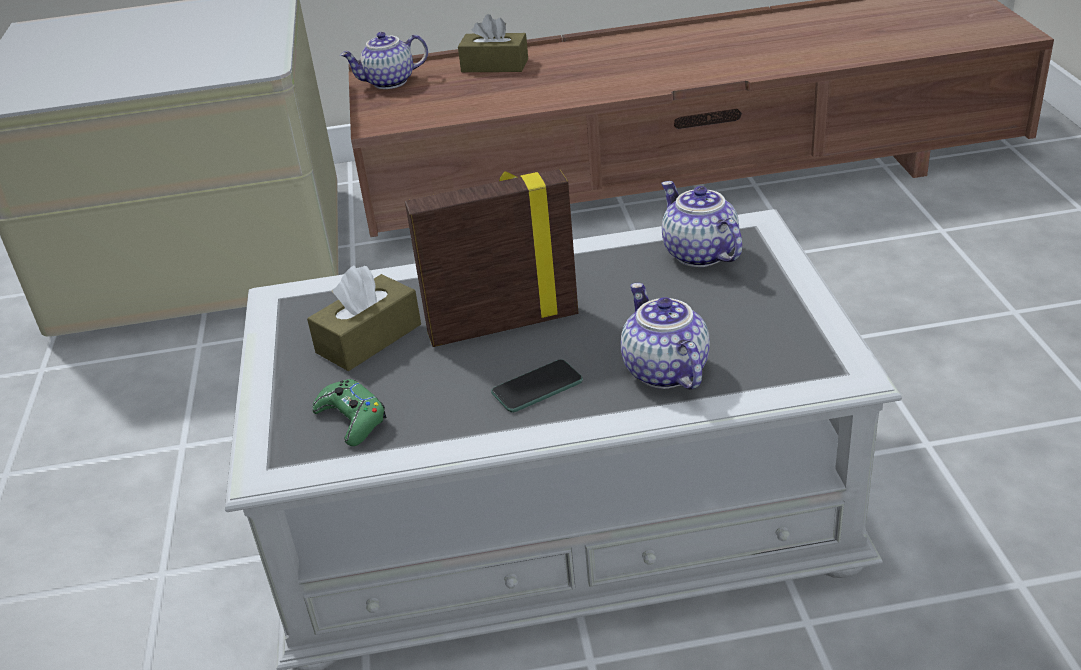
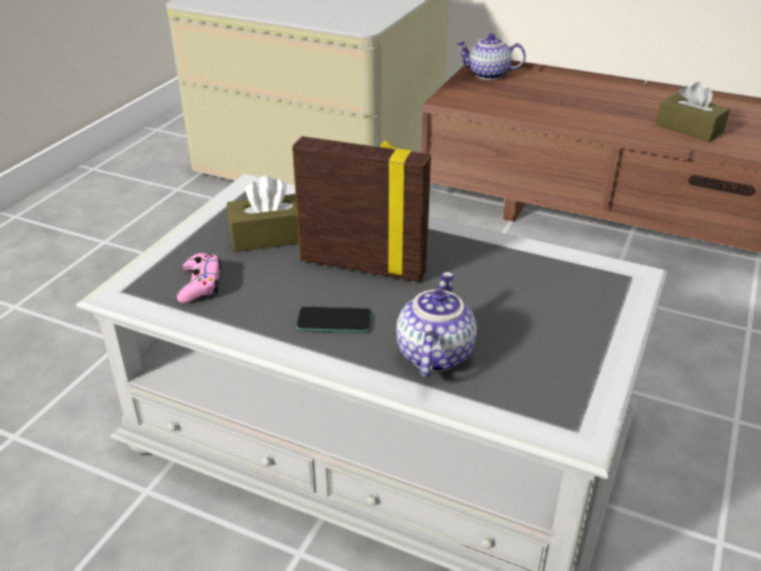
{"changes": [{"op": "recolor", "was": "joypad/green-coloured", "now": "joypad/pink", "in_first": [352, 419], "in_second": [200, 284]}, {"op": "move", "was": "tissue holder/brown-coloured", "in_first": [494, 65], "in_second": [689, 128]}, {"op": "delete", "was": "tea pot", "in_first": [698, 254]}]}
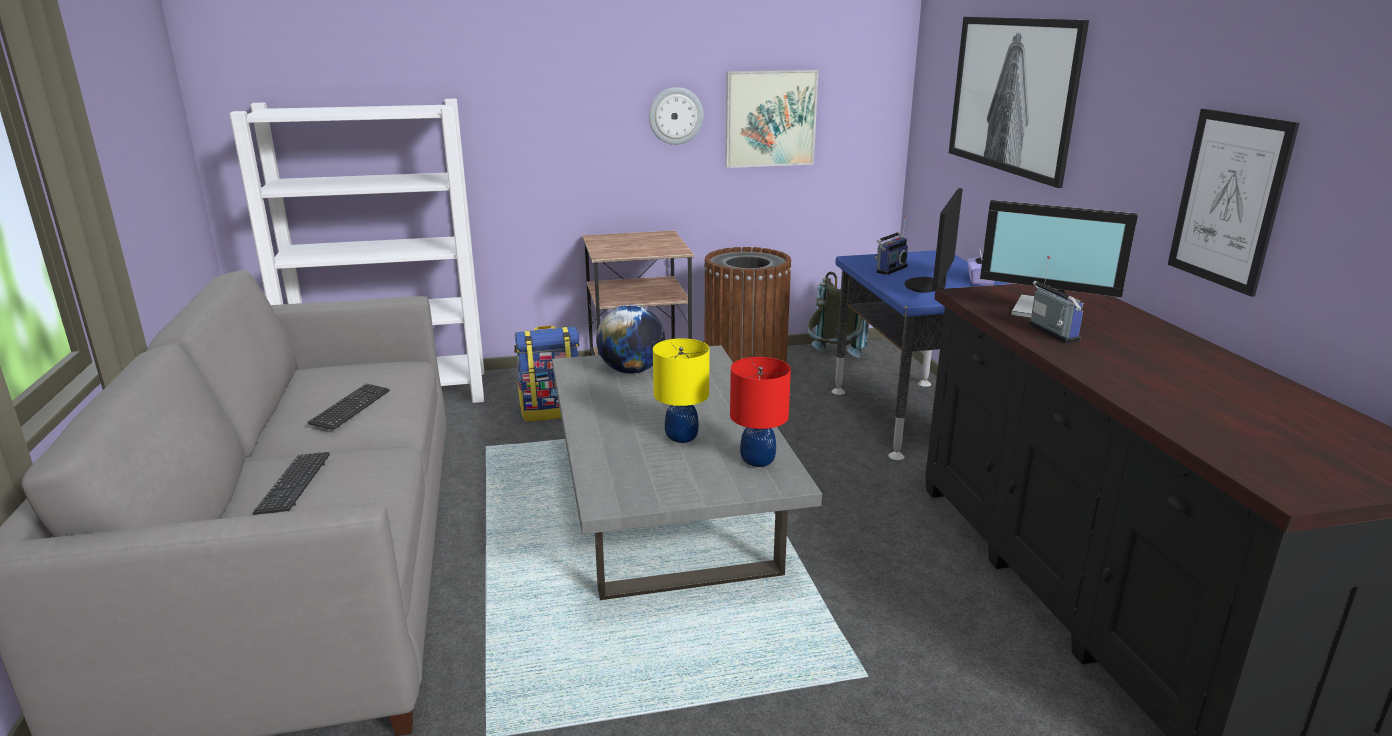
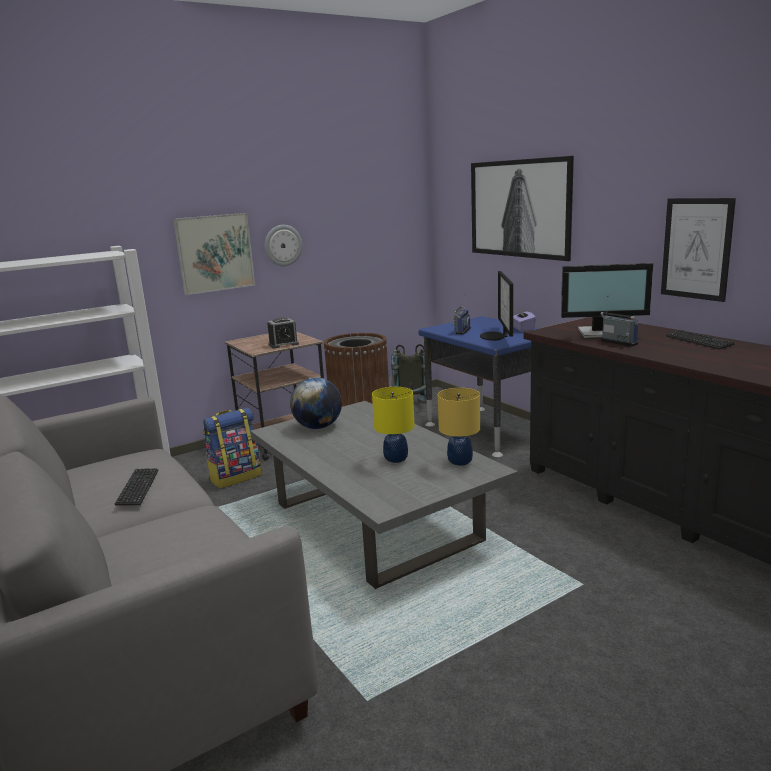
{"changes": [{"op": "move", "was": "wall picture", "in_first": [770, 119], "in_second": [215, 253]}, {"op": "insert", "now": "bedside clock", "in_second": [283, 344]}, {"op": "recolor", "was": "lamp for a table/red", "now": "lamp for a table/yellowish", "in_first": [758, 462], "in_second": [461, 463]}, {"op": "move", "was": "PC keyboard", "in_first": [294, 484], "in_second": [698, 341]}]}
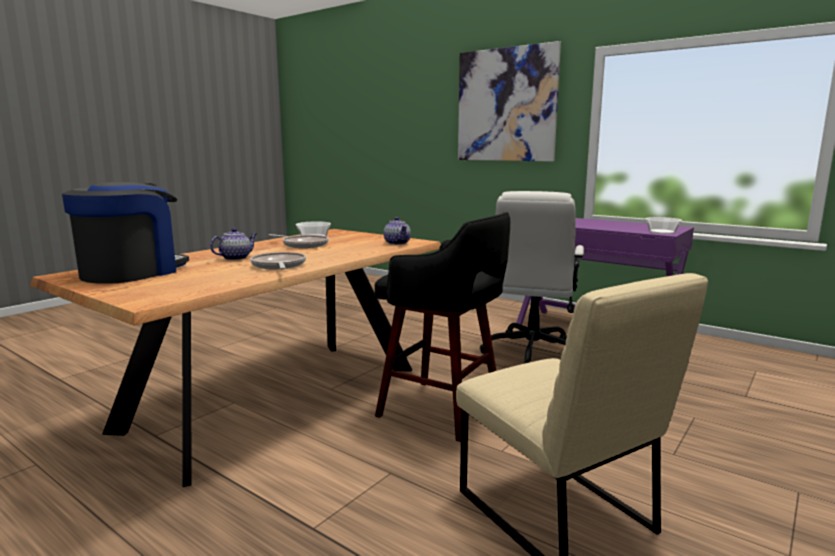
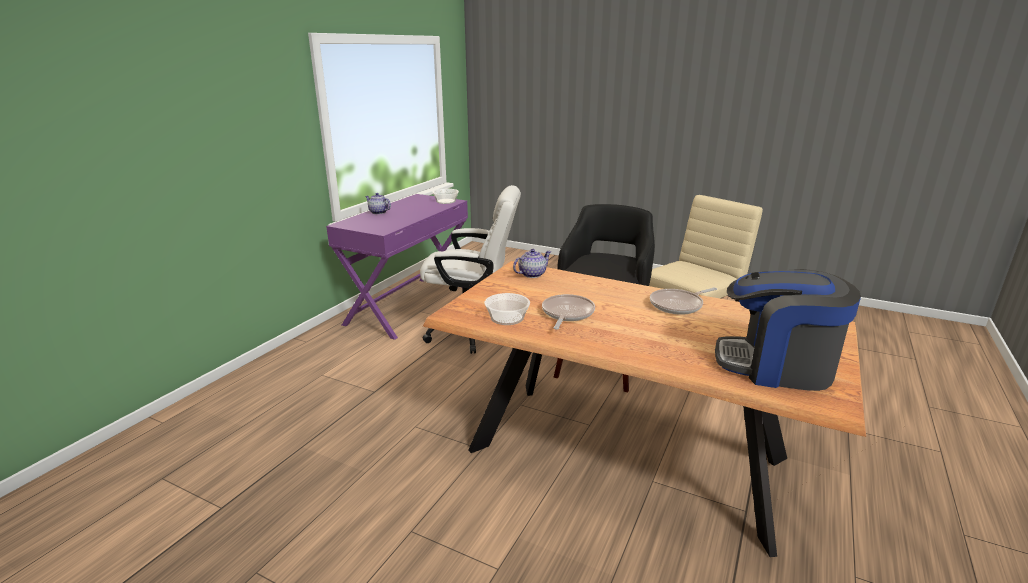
{"changes": [{"op": "move", "was": "tea pot", "in_first": [236, 258], "in_second": [378, 212]}, {"op": "delete", "was": "wall picture", "in_first": [506, 105]}]}
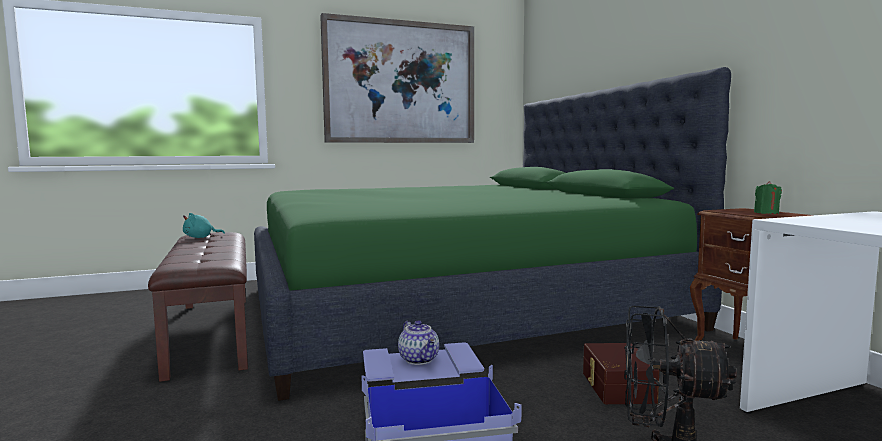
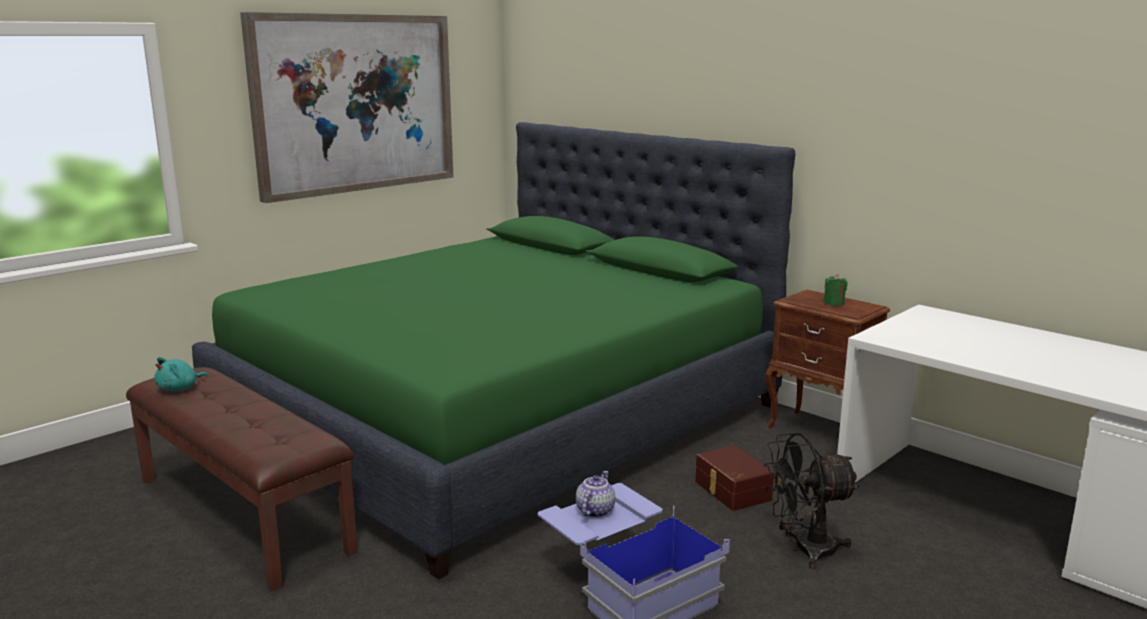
{"changes": [{"op": "rotate", "was": "tea pot", "in_first": [420, 359], "in_second": [594, 510], "clockwise": -105}]}
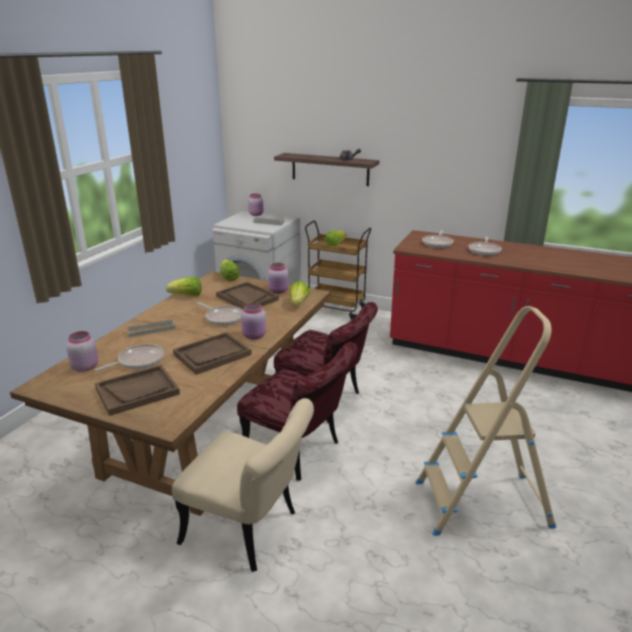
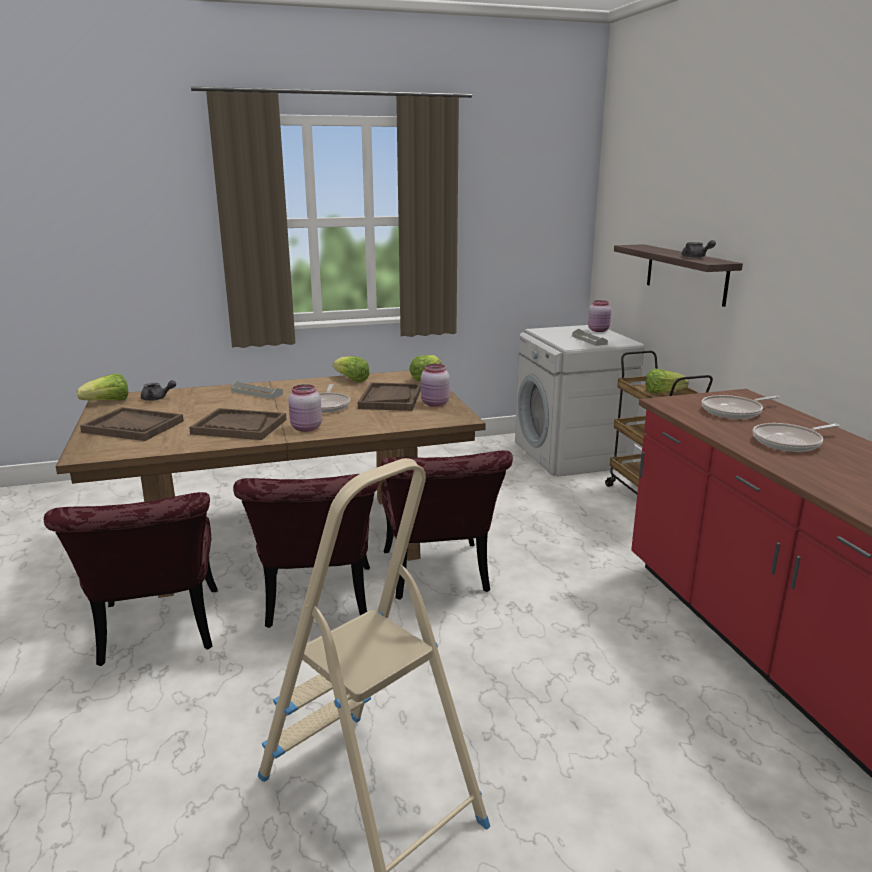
{"changes": [{"op": "recolor", "was": "chair/beige-coloured", "now": "chair/red", "in_first": [250, 530], "in_second": [158, 635]}, {"op": "move", "was": "lettuce head", "in_first": [299, 303], "in_second": [108, 402]}, {"op": "replace", "was": "preserve jar/pink", "now": "tea pot/gray", "in_first": [85, 367], "in_second": [157, 398]}, {"op": "delete", "was": "frying pan", "in_first": [138, 361]}]}
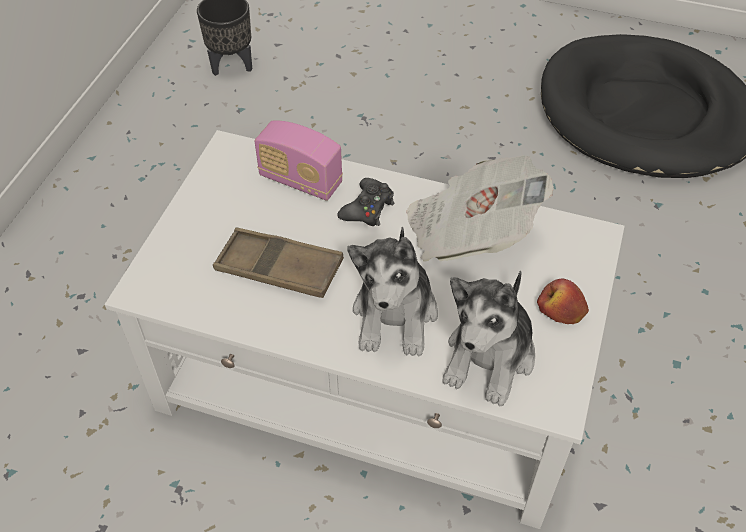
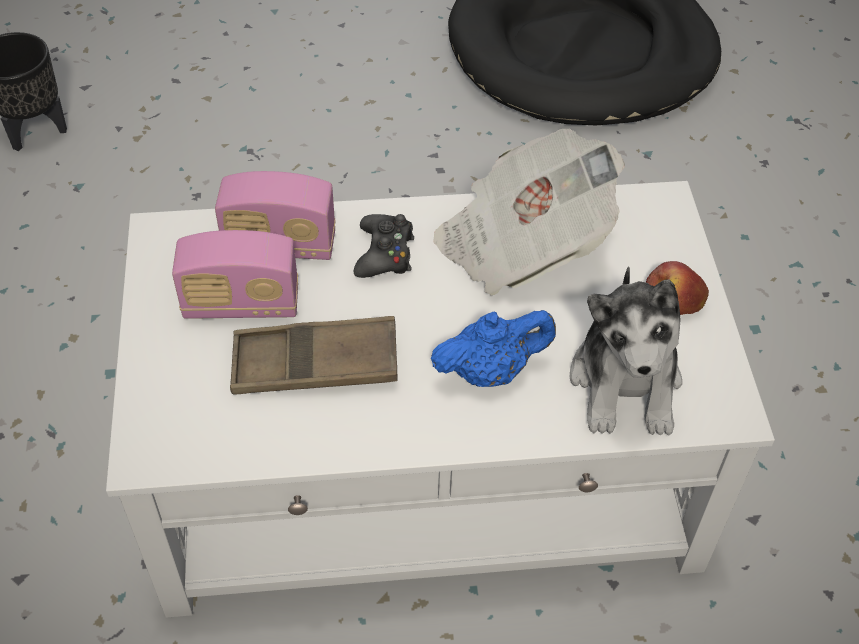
{"changes": [{"op": "insert", "now": "radio receiver", "in_second": [241, 304]}, {"op": "replace", "was": "plush toy", "now": "tea pot/blue-coloured", "in_first": [395, 314], "in_second": [490, 371]}]}
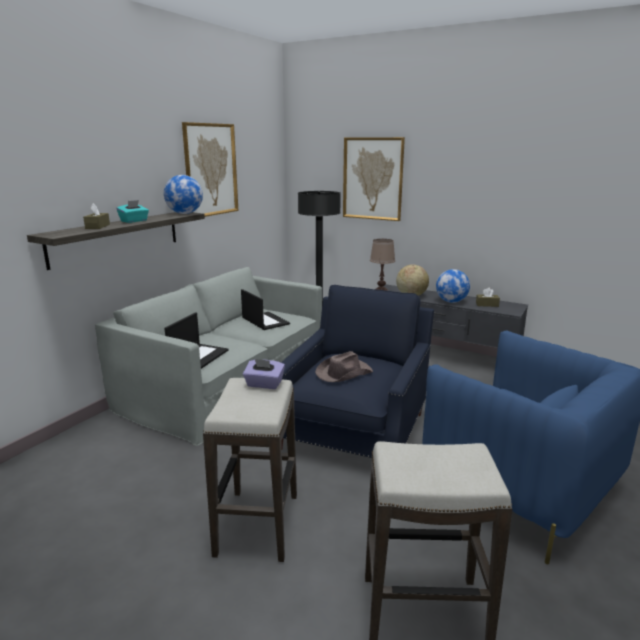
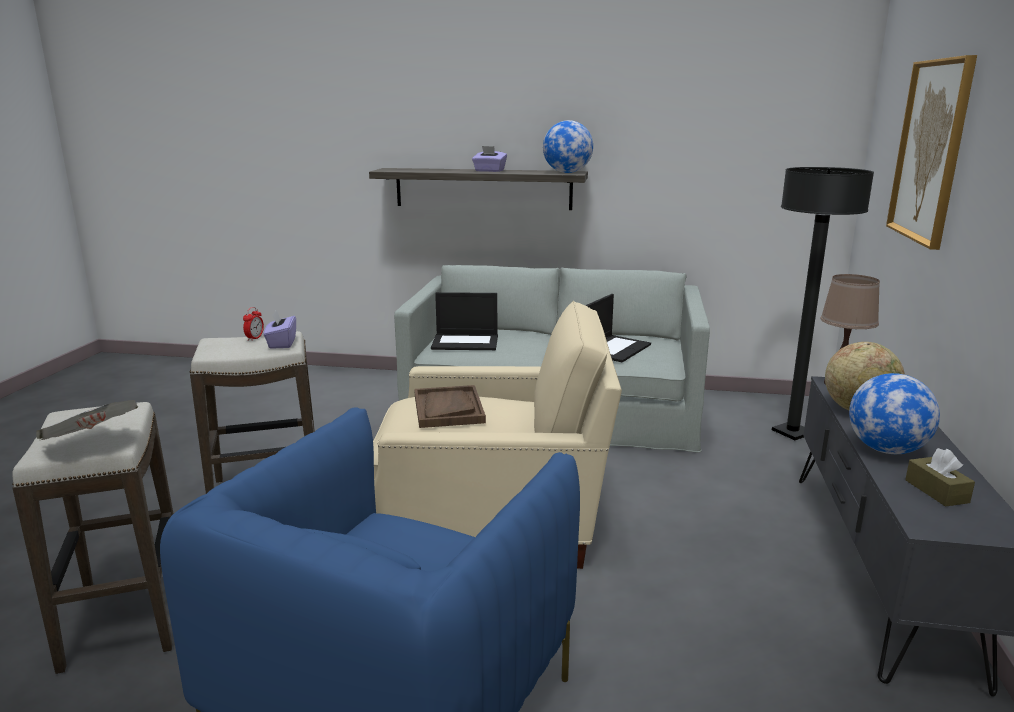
{"changes": [{"op": "insert", "now": "newspaper", "in_second": [92, 444]}, {"op": "insert", "now": "bedside clock", "in_second": [255, 338]}, {"op": "recolor", "was": "easy chair/blue-coloured", "now": "easy chair/beige-coloured", "in_first": [354, 429], "in_second": [493, 515]}, {"op": "replace", "was": "hat/brown-coloured", "now": "serving tray/brown-coloured", "in_first": [343, 373], "in_second": [448, 409]}, {"op": "recolor", "was": "tissue holder/blue-green", "now": "tissue holder/purplish", "in_first": [134, 221], "in_second": [489, 171]}, {"op": "delete", "was": "tissue holder/brown-coloured", "in_first": [97, 226]}, {"op": "delete", "was": "wall picture", "in_first": [210, 170]}]}
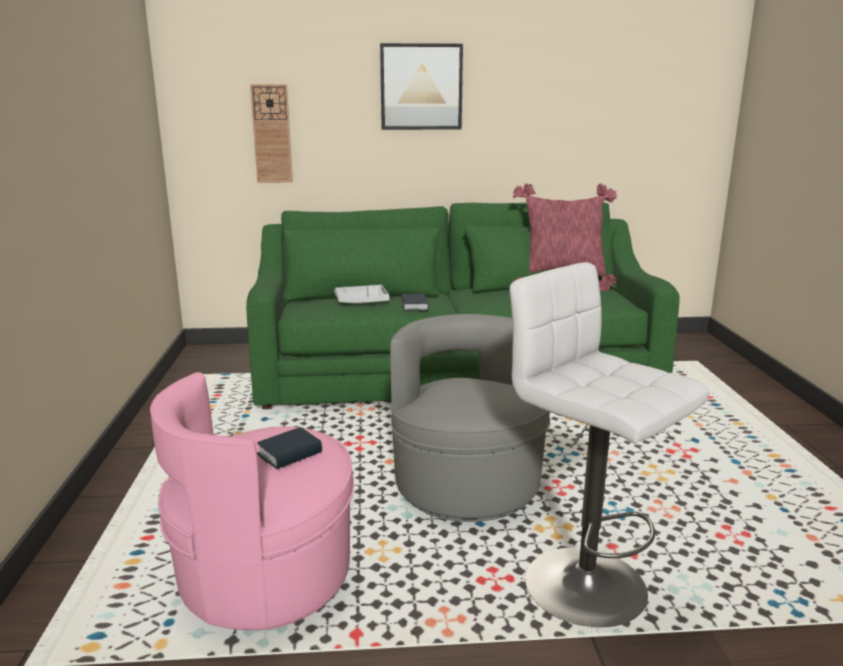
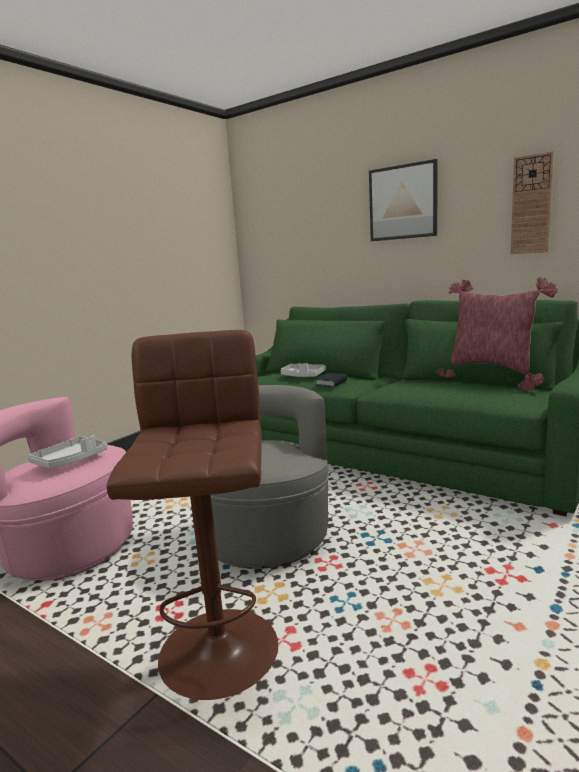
{"changes": [{"op": "replace", "was": "book", "now": "serving tray/gray", "in_first": [290, 454], "in_second": [70, 460]}, {"op": "recolor", "was": "stool/white", "now": "stool/brown-coloured", "in_first": [585, 584], "in_second": [220, 650]}, {"op": "move", "was": "clock on the wall", "in_first": [272, 134], "in_second": [531, 205]}]}
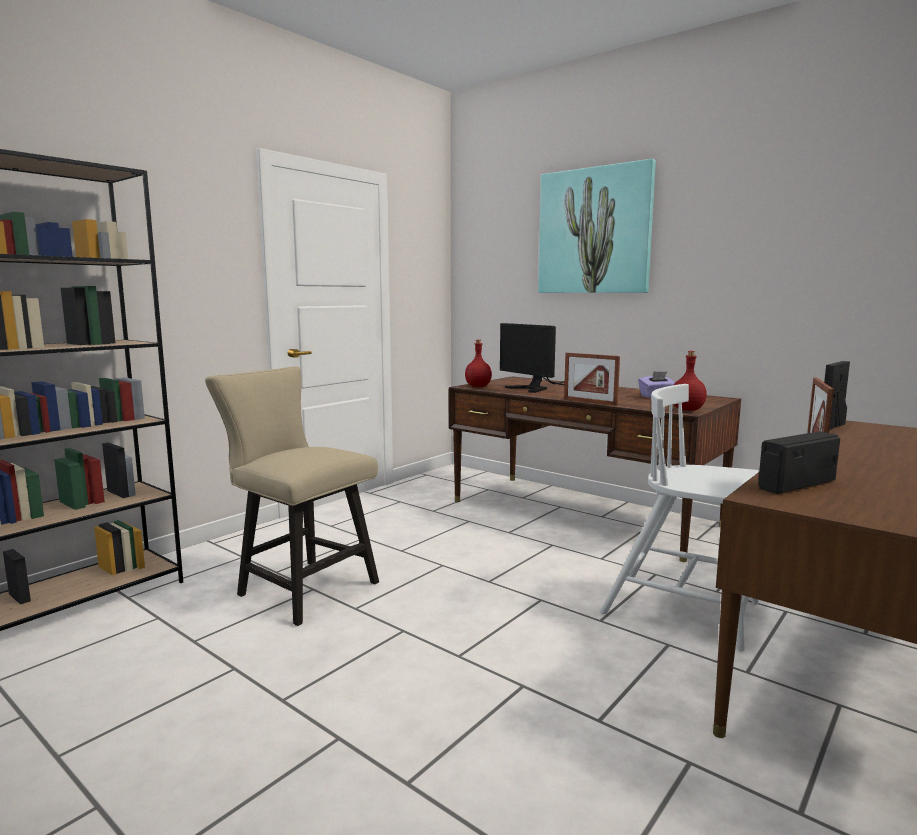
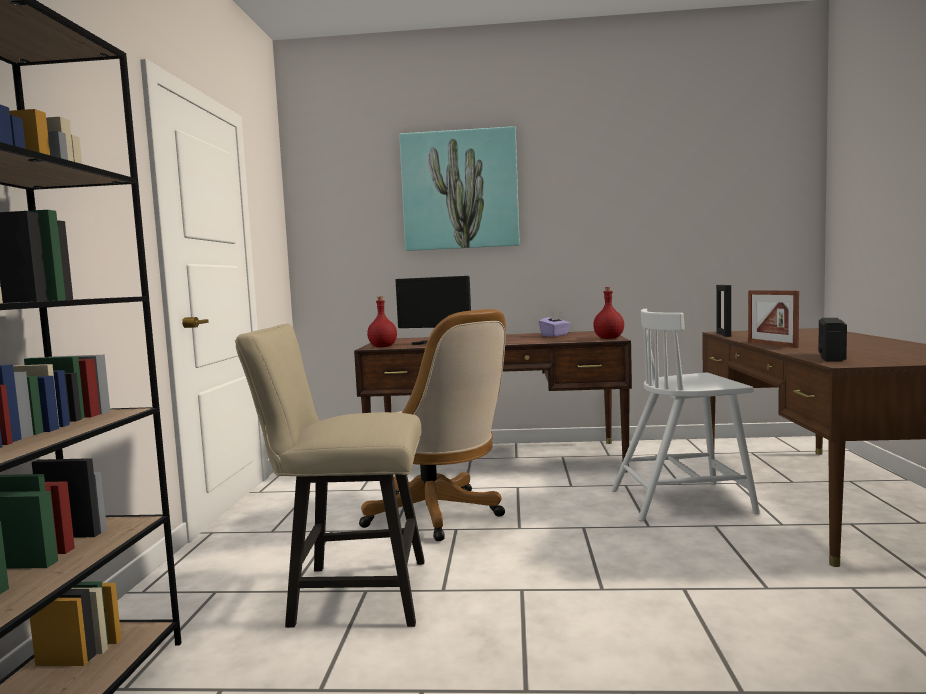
{"changes": [{"op": "insert", "now": "desk chair", "in_second": [438, 516]}, {"op": "delete", "was": "photo frame", "in_first": [590, 402]}]}
